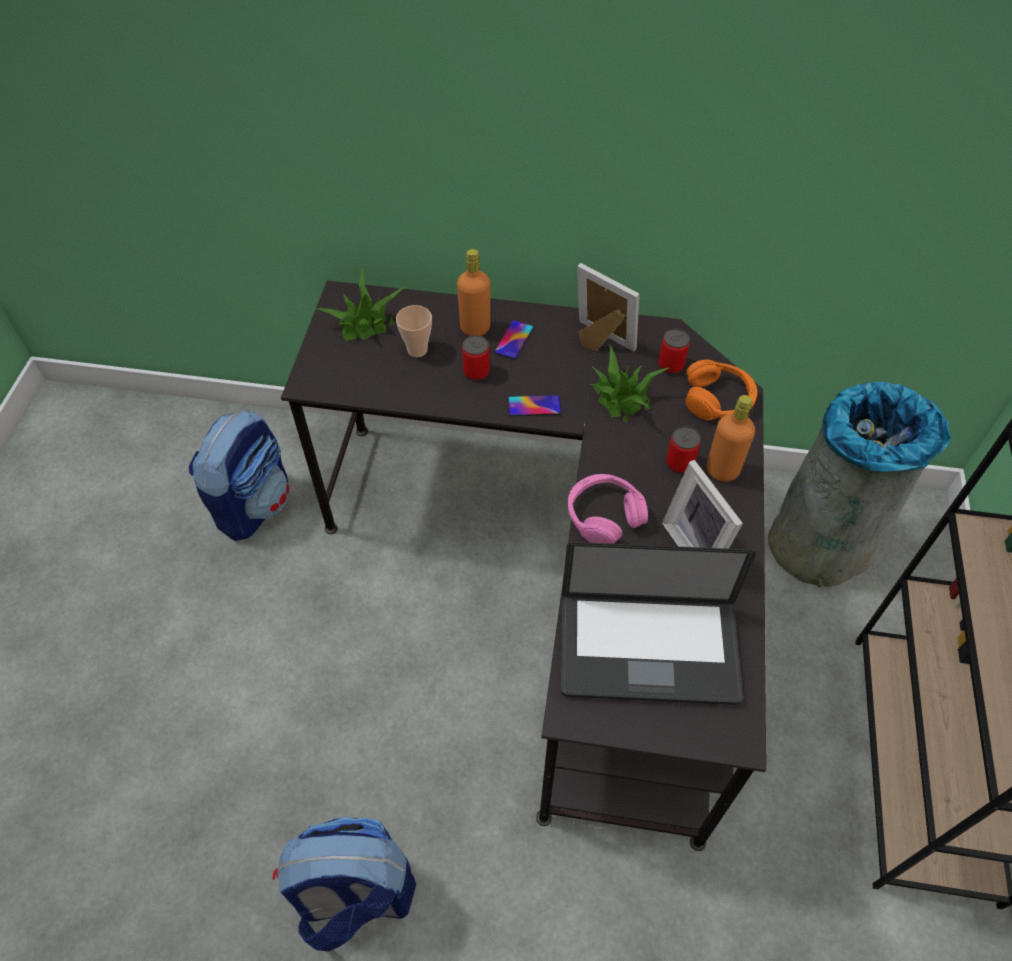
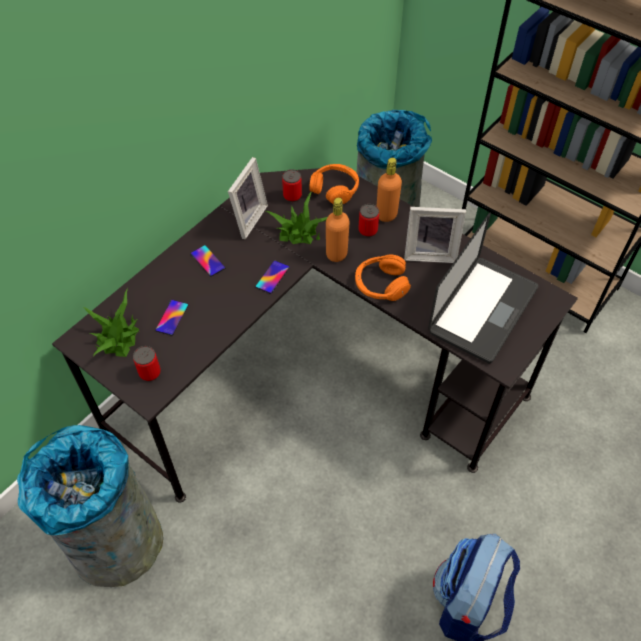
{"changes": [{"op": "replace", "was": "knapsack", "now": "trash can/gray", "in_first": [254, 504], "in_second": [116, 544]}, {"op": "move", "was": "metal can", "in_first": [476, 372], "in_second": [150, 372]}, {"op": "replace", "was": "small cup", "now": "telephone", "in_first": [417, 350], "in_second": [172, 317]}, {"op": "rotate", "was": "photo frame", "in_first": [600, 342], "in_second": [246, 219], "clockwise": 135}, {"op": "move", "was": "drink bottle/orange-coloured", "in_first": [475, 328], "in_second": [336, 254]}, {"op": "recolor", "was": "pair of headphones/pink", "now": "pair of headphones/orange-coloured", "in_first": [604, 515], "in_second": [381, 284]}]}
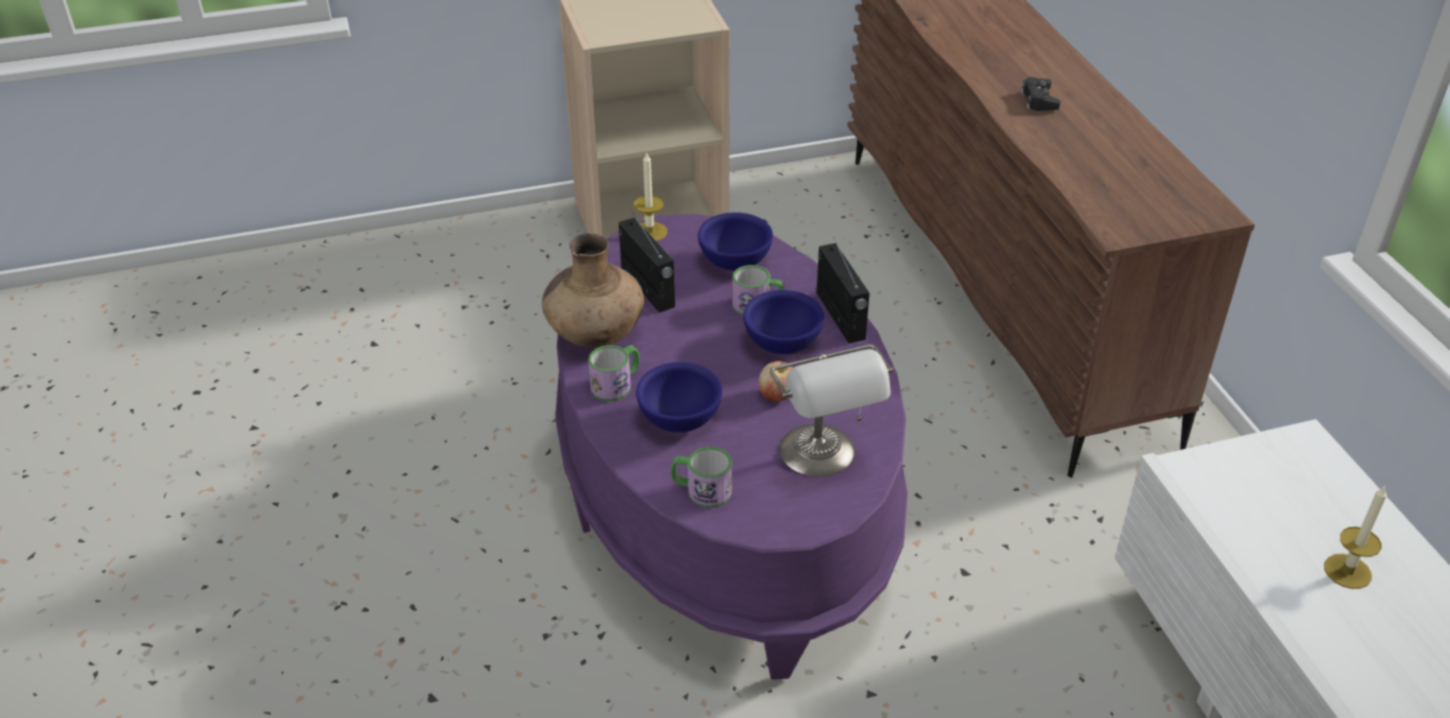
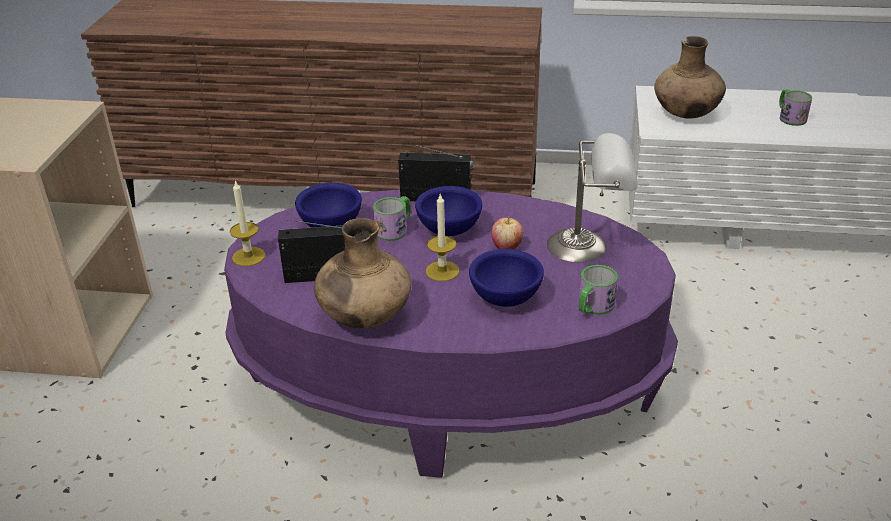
{"changes": [{"op": "move", "was": "candle", "in_first": [1347, 571], "in_second": [442, 271]}, {"op": "insert", "now": "flower vase/brown-coloured", "in_second": [686, 114]}, {"op": "move", "was": "mug", "in_first": [617, 384], "in_second": [790, 117]}, {"op": "delete", "was": "joypad/blackish", "in_first": [1039, 100]}]}
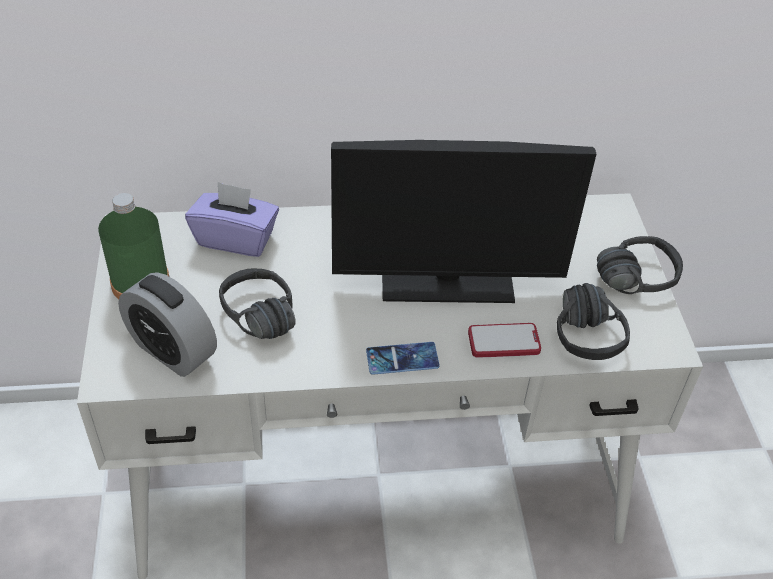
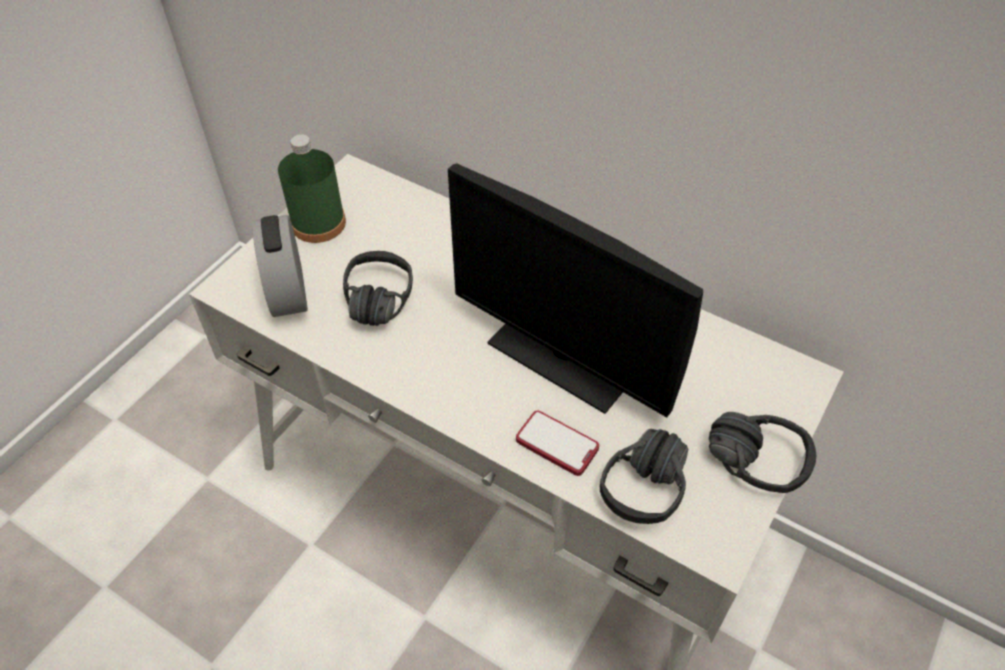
{"changes": [{"op": "delete", "was": "tissue holder/purplish", "in_first": [236, 238]}, {"op": "delete", "was": "telephone", "in_first": [402, 359]}]}
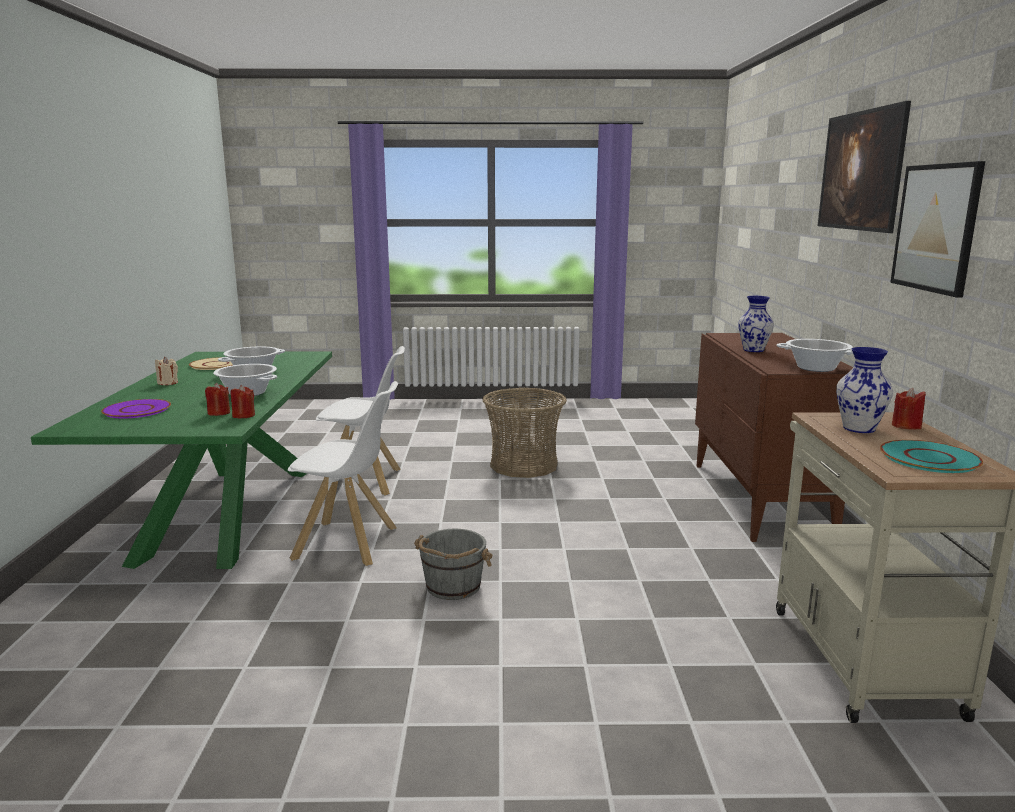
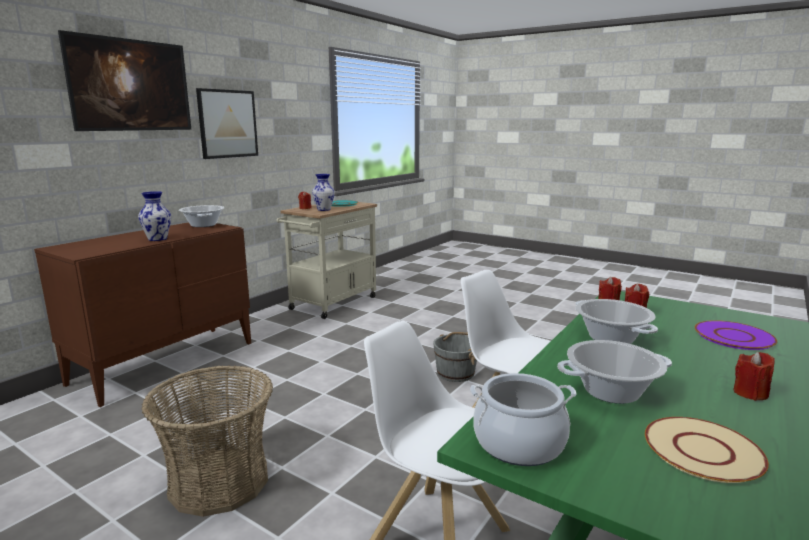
{"changes": [{"op": "insert", "now": "saucepot", "in_second": [518, 443]}, {"op": "recolor", "was": "candle/beige-coloured", "now": "candle/red", "in_first": [168, 383], "in_second": [750, 393]}]}
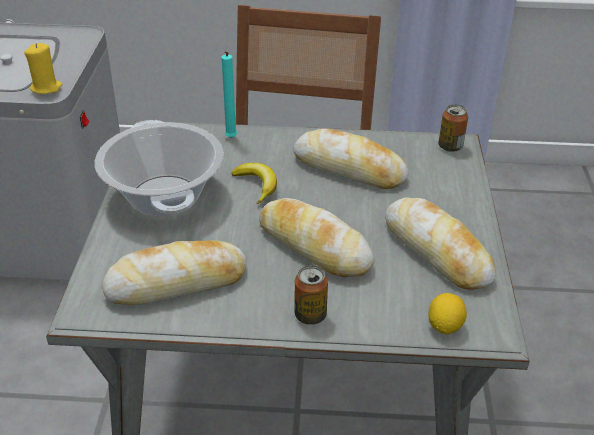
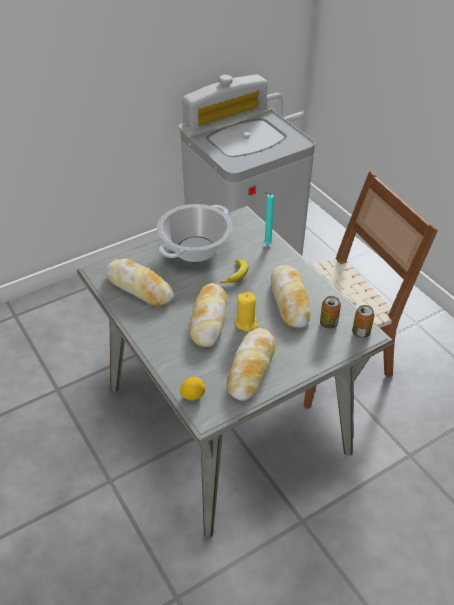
{"changes": [{"op": "move", "was": "candle/yellowish", "in_first": [46, 88], "in_second": [246, 323]}, {"op": "move", "was": "metal can", "in_first": [310, 315], "in_second": [328, 323]}]}
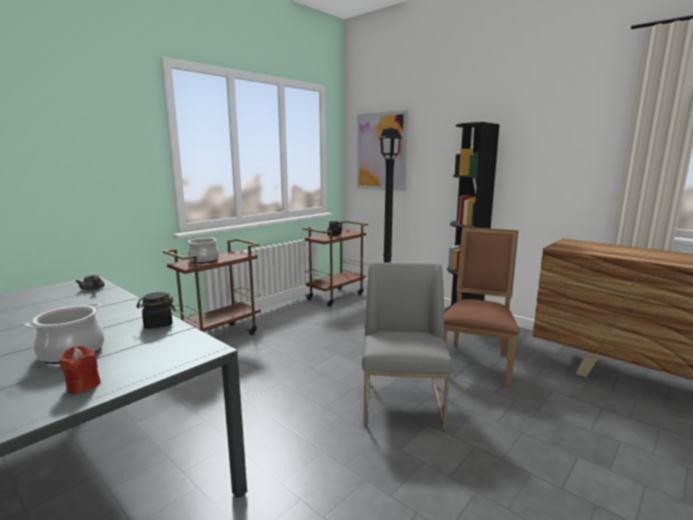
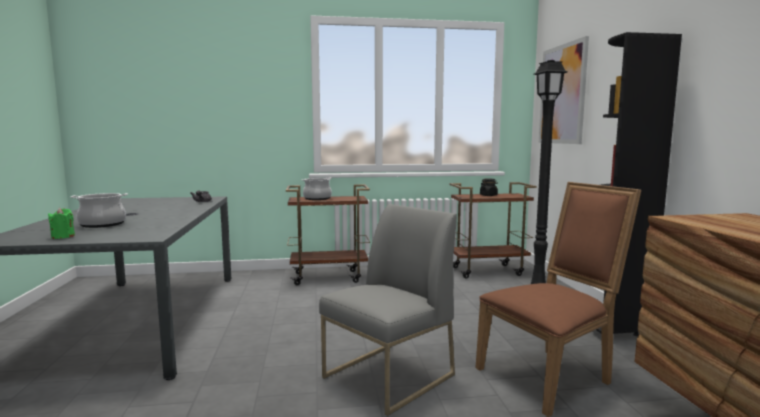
{"changes": [{"op": "recolor", "was": "candle/red", "now": "candle/green-coloured", "in_first": [83, 385], "in_second": [63, 236]}, {"op": "delete", "was": "preserve jar/blackish", "in_first": [158, 324]}]}
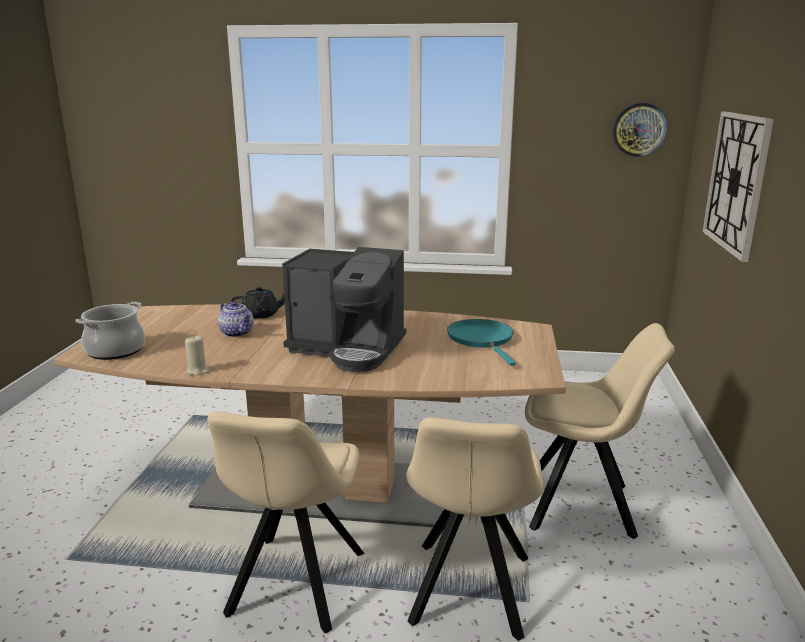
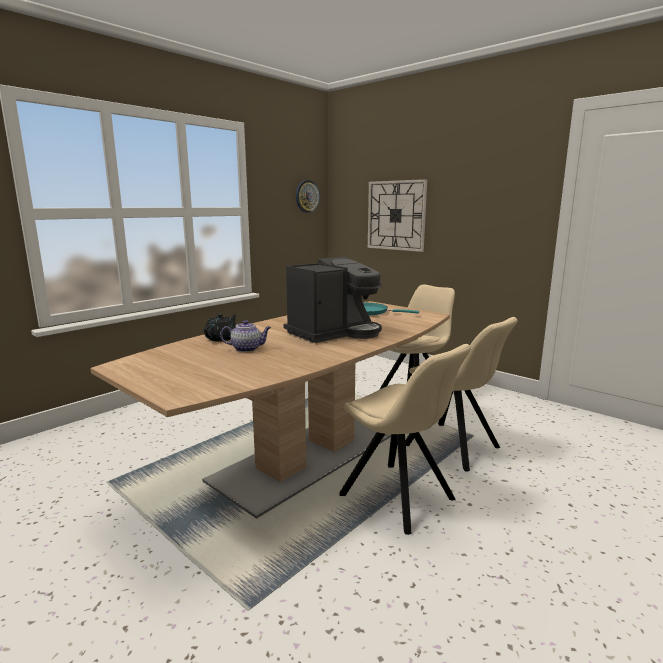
{"changes": [{"op": "delete", "was": "saucepot", "in_first": [115, 350]}, {"op": "delete", "was": "candle/beige-coloured", "in_first": [198, 371]}]}
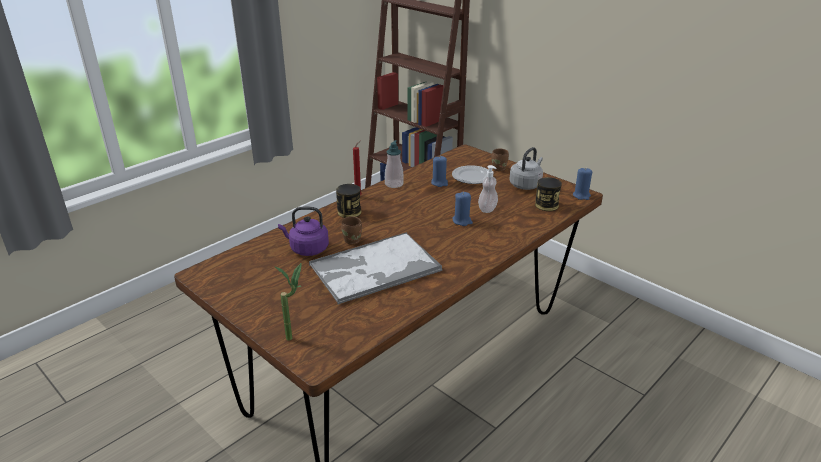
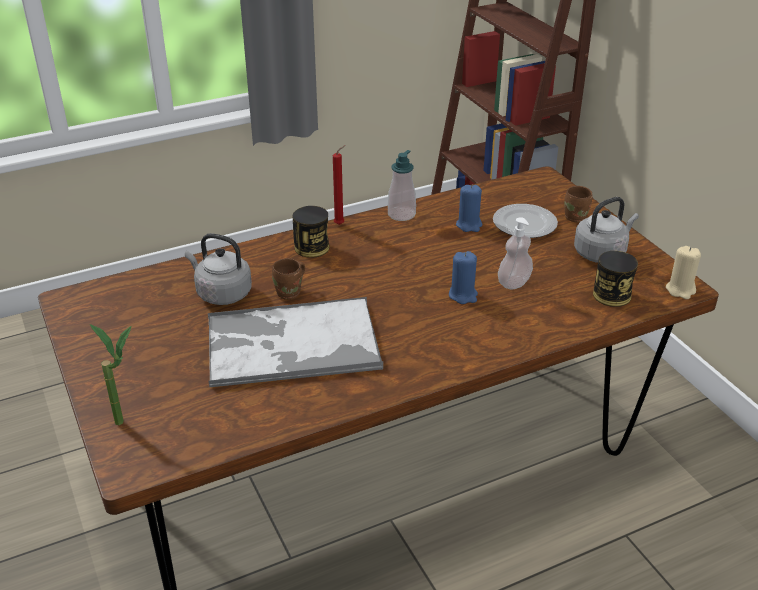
{"changes": [{"op": "recolor", "was": "tea kettle/purplish", "now": "tea kettle/gray", "in_first": [307, 249], "in_second": [221, 293]}, {"op": "recolor", "was": "candle/blue-coloured", "now": "candle/beige-coloured", "in_first": [581, 195], "in_second": [680, 290]}]}
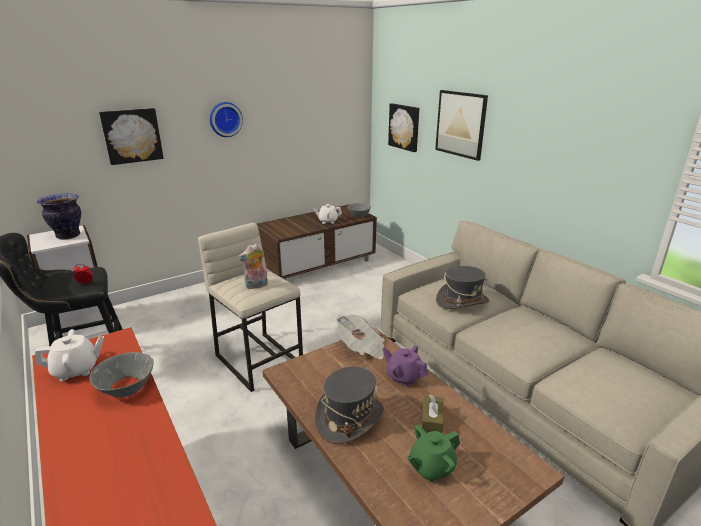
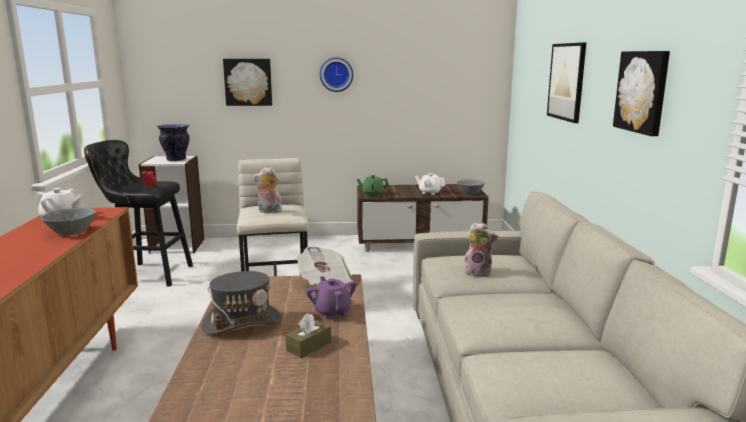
{"changes": [{"op": "move", "was": "tea pot/green-coloured", "in_first": [431, 467], "in_second": [372, 194]}, {"op": "replace", "was": "hat/gray", "now": "plush toy", "in_first": [462, 301], "in_second": [478, 272]}, {"op": "move", "was": "wall picture", "in_first": [404, 127], "in_second": [643, 91]}]}
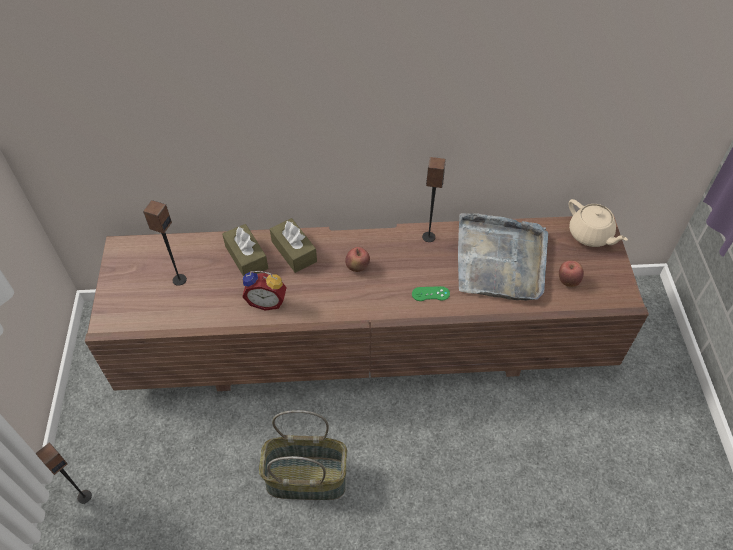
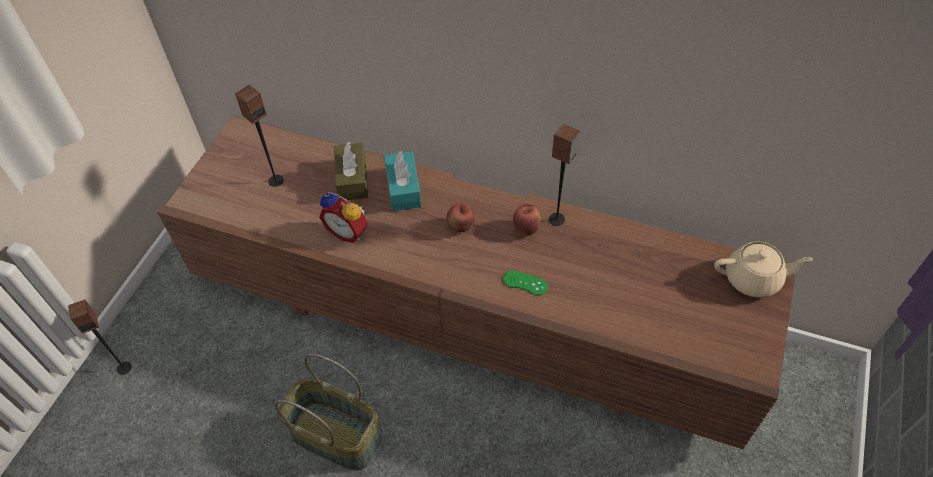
{"changes": [{"op": "recolor", "was": "tissue holder/brown-coloured", "now": "tissue holder/blue-green", "in_first": [294, 251], "in_second": [403, 188]}, {"op": "move", "was": "apple", "in_first": [568, 281], "in_second": [526, 229]}, {"op": "rotate", "was": "tea pot/beige-coloured", "in_first": [590, 235], "in_second": [753, 279], "clockwise": -75}, {"op": "delete", "was": "serving tray/gray", "in_first": [500, 260]}]}
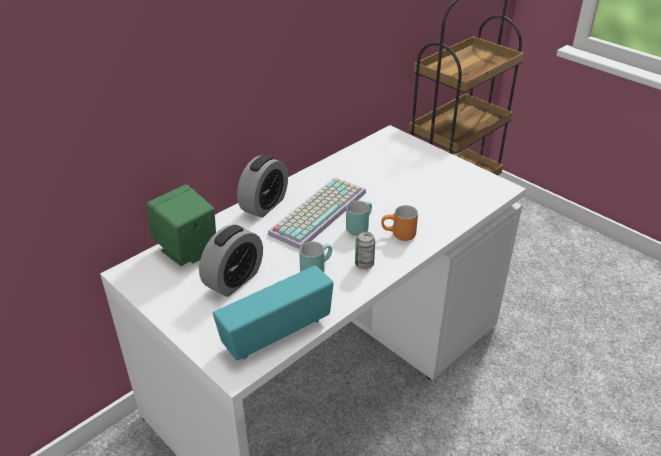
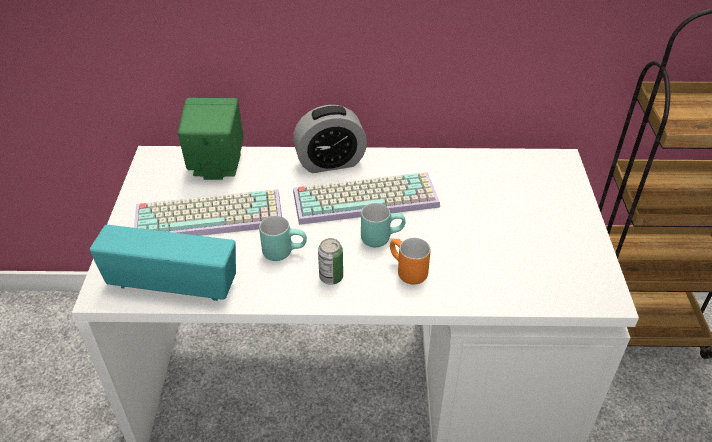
{"changes": [{"op": "replace", "was": "bedside clock", "now": "PC keyboard", "in_first": [234, 280], "in_second": [210, 215]}]}
